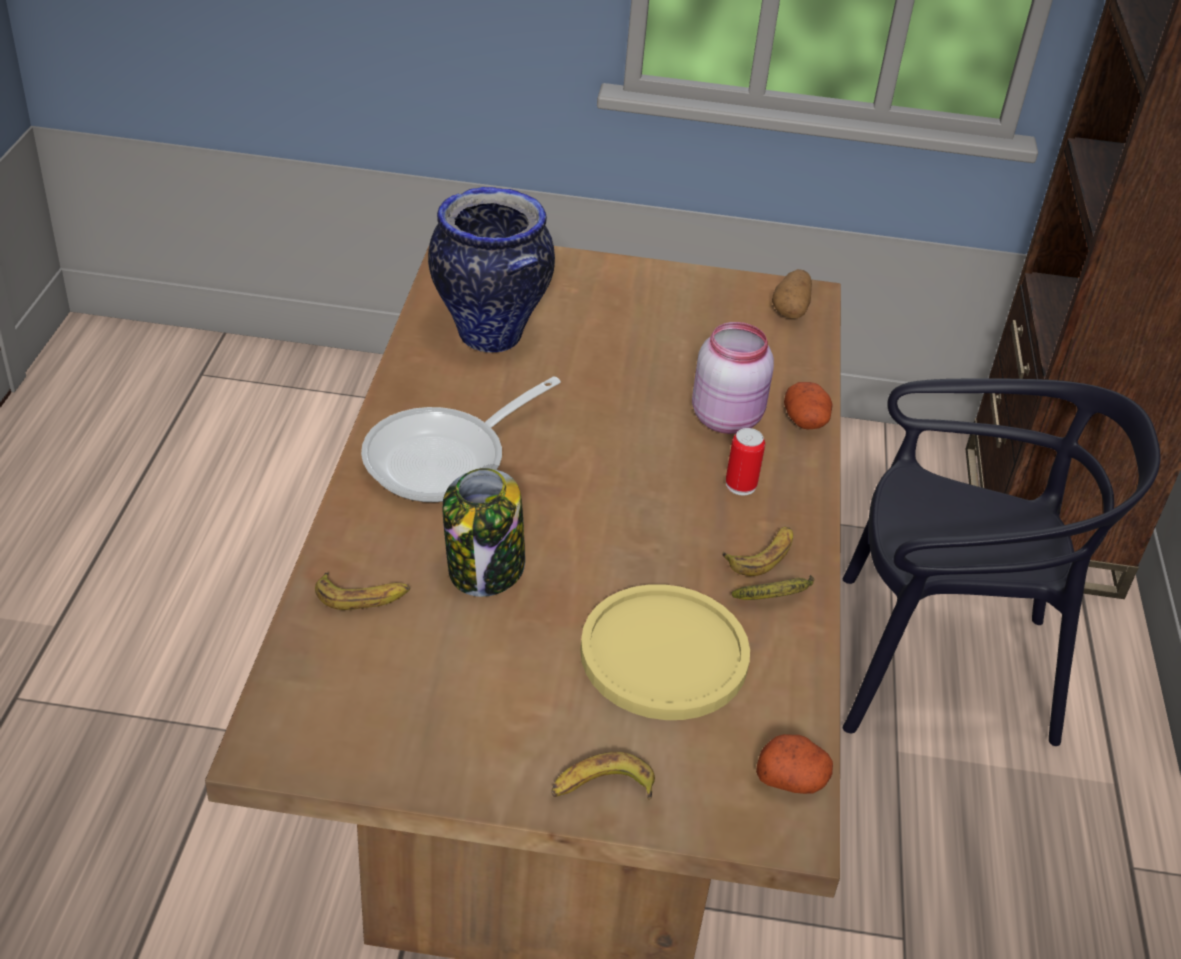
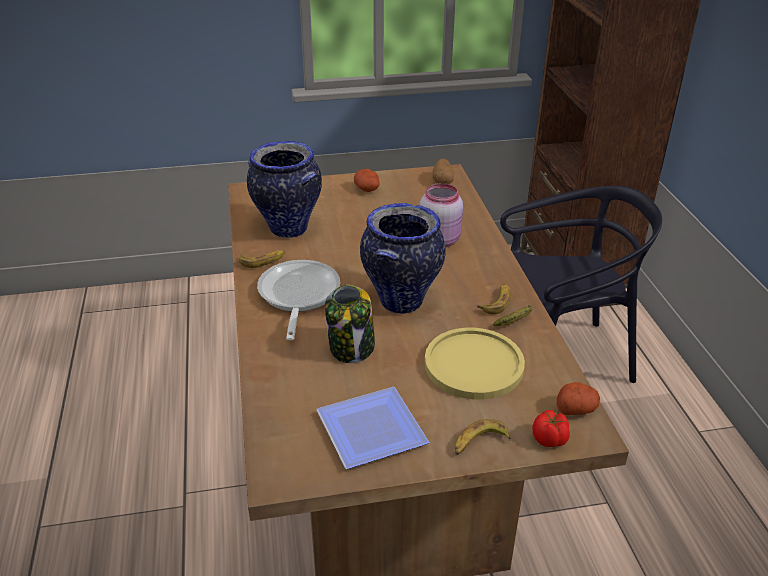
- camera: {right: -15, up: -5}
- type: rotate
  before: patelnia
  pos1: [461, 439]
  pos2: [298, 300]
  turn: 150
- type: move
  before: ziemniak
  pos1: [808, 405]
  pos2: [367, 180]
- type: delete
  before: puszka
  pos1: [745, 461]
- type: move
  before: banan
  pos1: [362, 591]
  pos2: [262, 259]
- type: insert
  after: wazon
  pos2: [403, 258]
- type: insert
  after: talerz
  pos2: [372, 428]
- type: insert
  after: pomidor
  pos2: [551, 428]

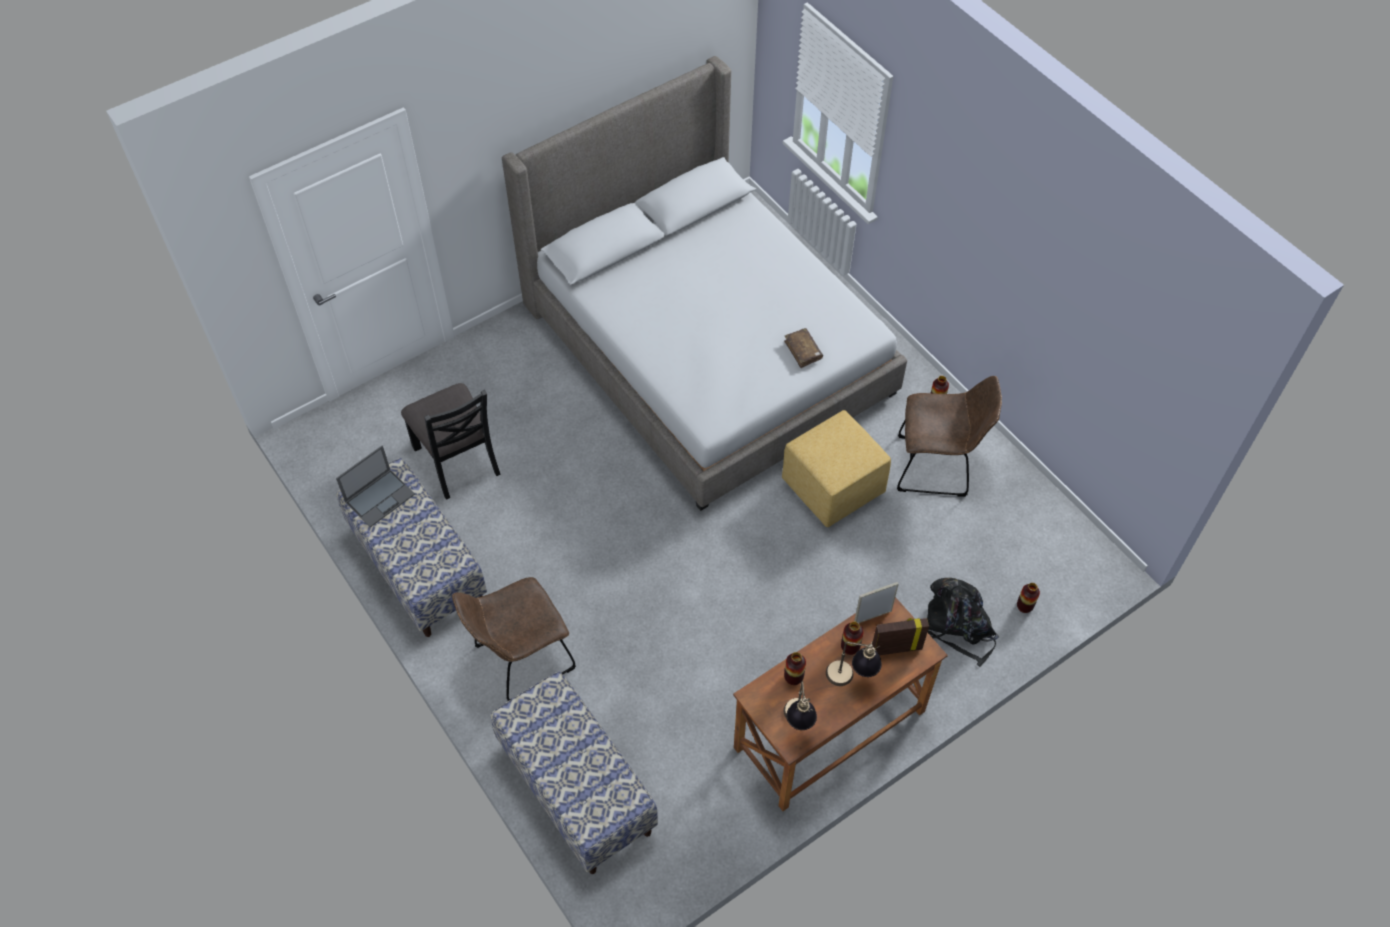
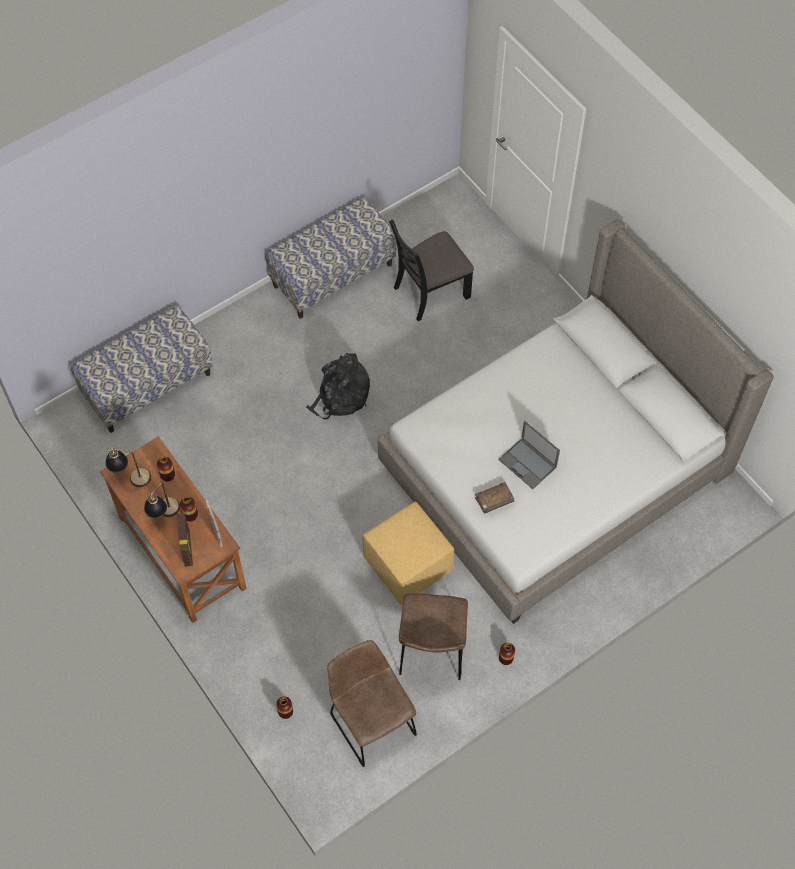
- camera: {right: 90, up: 5}
- type: move
  before: laptop
  pos1: [375, 486]
  pos2: [529, 455]
- type: move
  before: krzesło (brązowy)
  pos1: [514, 639]
  pos2: [372, 703]
- type: move
  before: plecak (czarny)
  pos1: [963, 622]
  pos2: [338, 386]

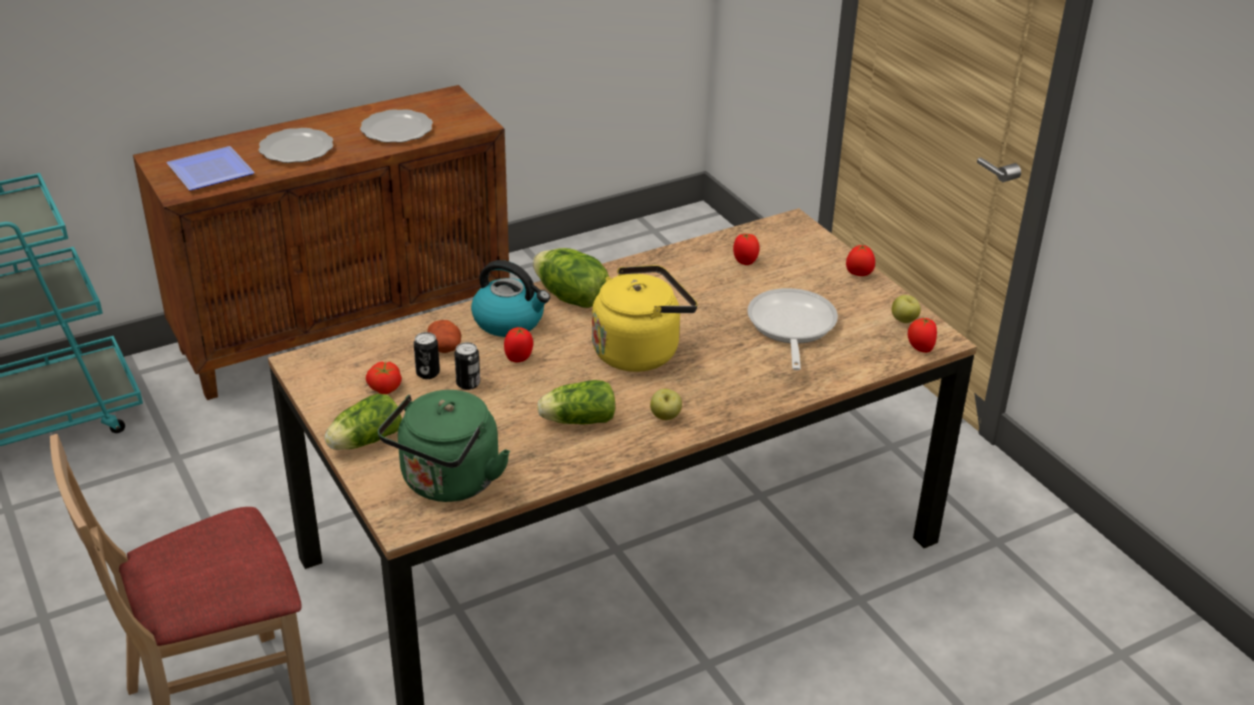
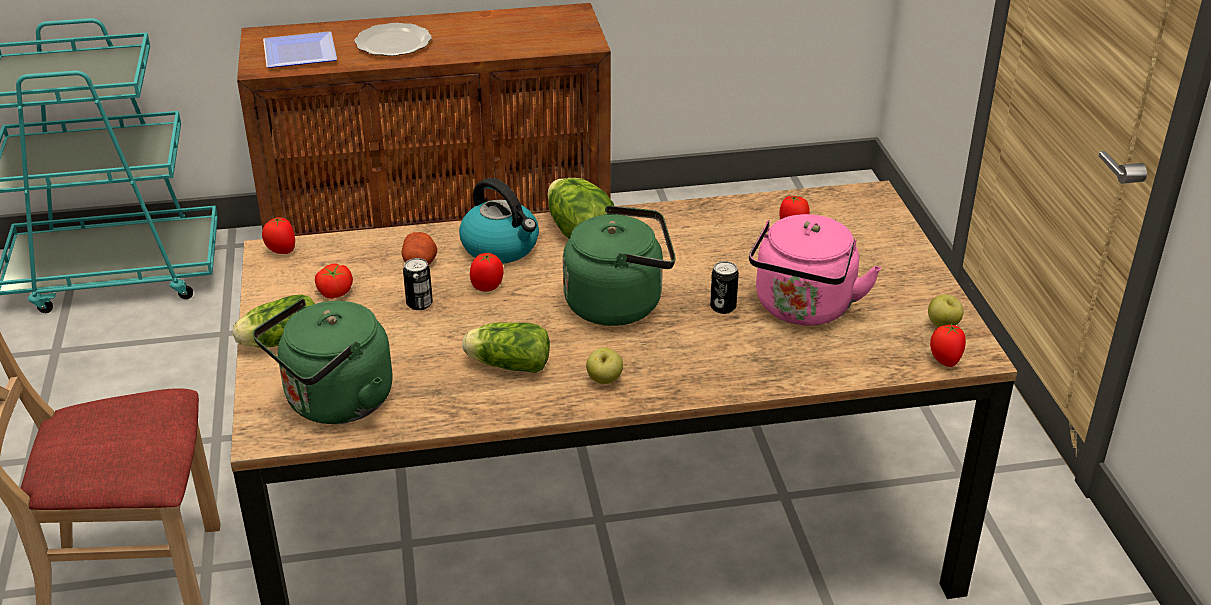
- camera: {right: 20, up: 0}
- type: delete
  before: talerz
  pos1: [396, 126]
- type: move
  before: pomidor
  pos1: [860, 260]
  pos2: [278, 235]
- type: recolor
  before: czajnik (żółty)
  after: czajnik (zielony)
  pos1: [645, 318]
  pos2: [619, 265]
- type: replace
  before: patelnia
  after: czajnik (różowy)
  pos1: [792, 329]
  pos2: [815, 269]
- type: move
  before: puszka
  pos1: [427, 355]
  pos2: [724, 287]

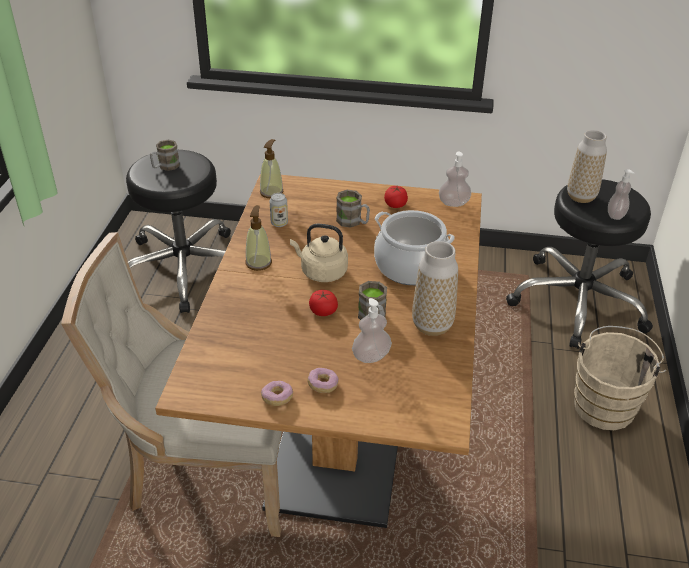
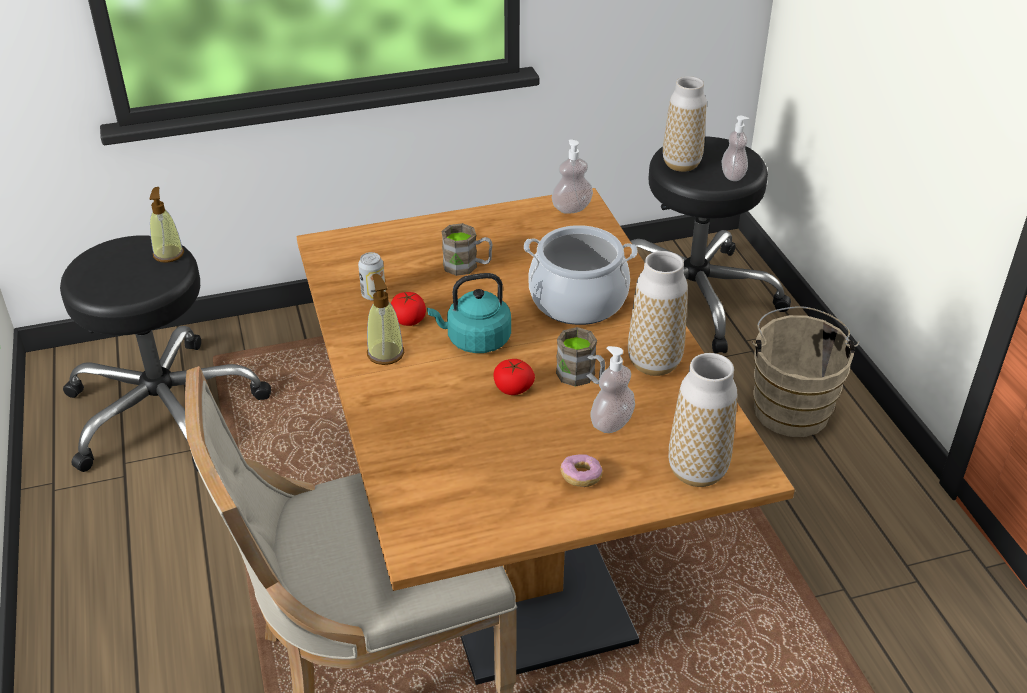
- camera: {right: -25, up: 0}
- type: move
  before: dozownik mydła
  pos1: [271, 168]
  pos2: [167, 225]
- type: delete
  before: kubek (brązowy)
  pos1: [165, 155]
- type: move
  before: pomidor
  pos1: [396, 197]
  pos2: [408, 309]
- type: recolor
  before: czajnik (beżowy)
  after: czajnik (turkusowy)
  pos1: [319, 253]
  pos2: [469, 313]
- type: delete
  before: donut
  pos1: [277, 393]
- type: insert
  after: wazon
  pos2: [702, 420]

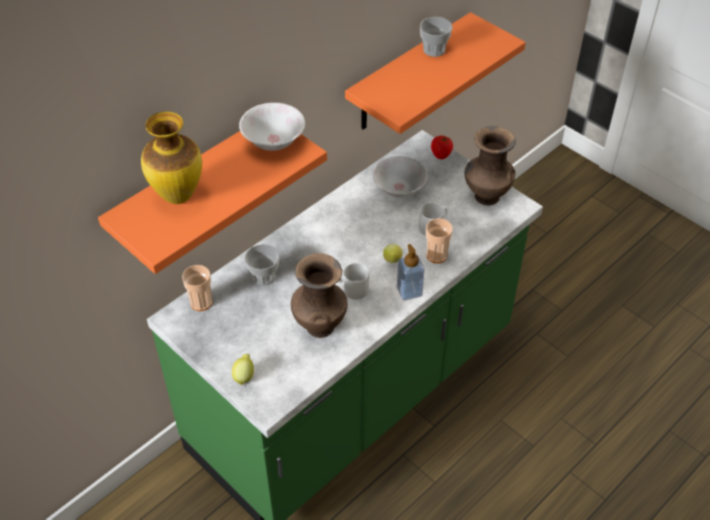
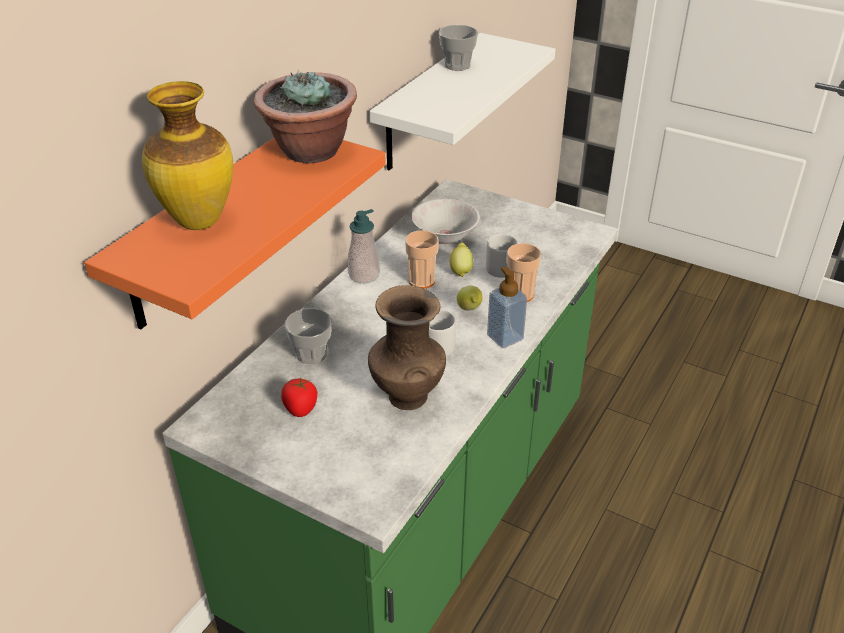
- camera: {right: -15, up: -10}
- type: recolor
  before: półka (pomarańczowy)
  after: półka (biały)
  pos1: [435, 73]
  pos2: [462, 101]
- type: replace
  before: miska (biały)
  after: roślina doniczkowa
  pos1: [272, 127]
  pos2: [305, 116]
- type: delete
  before: wazon (brązowy)
  pos1: [490, 165]
- type: move
  before: pomidor
  pos1: [442, 147]
  pos2: [299, 397]
- type: move
  before: filiżanka
  pos1: [197, 288]
  pos2: [422, 259]
- type: move
  before: cytryna
  pos1: [243, 369]
  pos2: [461, 260]
- type: insert
  after: dozownik mydła
  pos2: [364, 246]

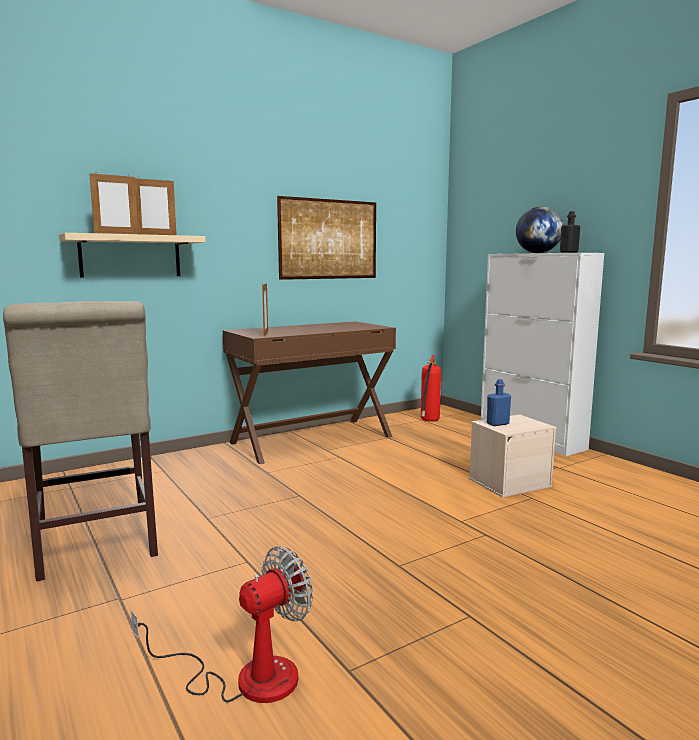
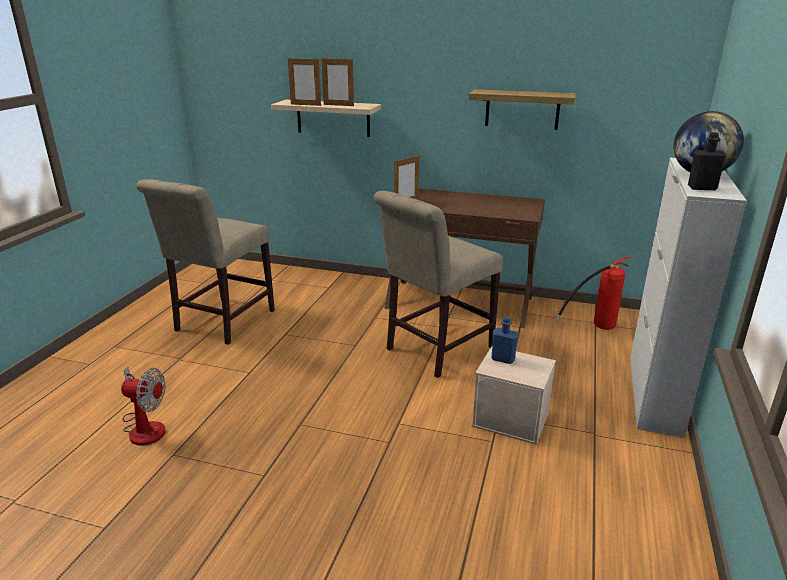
- camera: {right: 50, up: 15}
- type: replace
  before: obraz
  after: półka
  pos1: [326, 238]
  pos2: [522, 109]
- type: insert
  after: krzesło (beżowy)
  pos2: [438, 284]

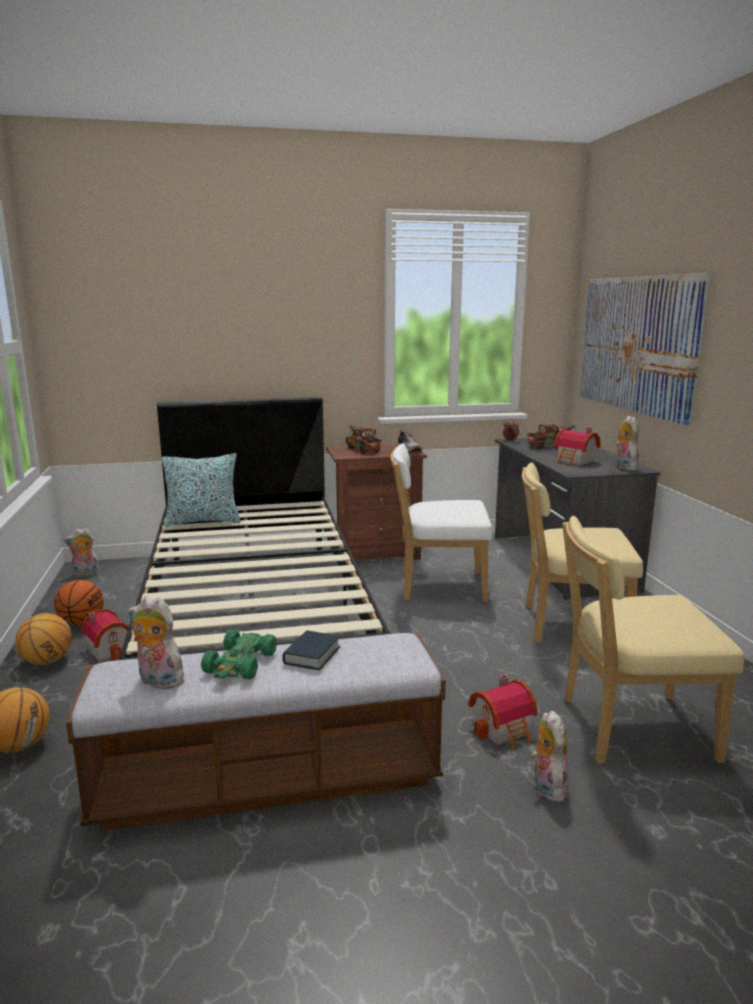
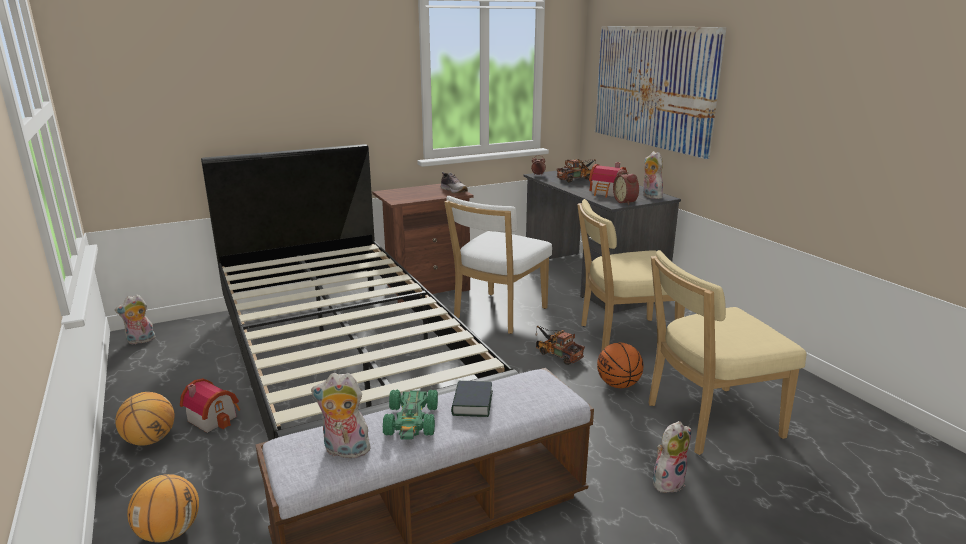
- camera: {right: -15, up: 5}
- type: move
  before: ciężarówka zabawkowa
  pos1: [363, 440]
  pos2: [560, 345]
- type: rotate
  before: krzesło (biały)
  pos1: [441, 523]
  pos2: [498, 265]
  turn: -45
- type: delete
  before: poduszka
  pos1: [201, 490]
- type: move
  before: piłka do koszykówki
  pos1: [79, 603]
  pos2: [620, 365]
- type: delete
  before: domek
  pos1: [503, 712]
- type: rotate
  before: pluszak
  pos1: [550, 756]
  pos2: [672, 457]
  turn: 75
- type: insert
  after: budzik
  pos2: [626, 187]

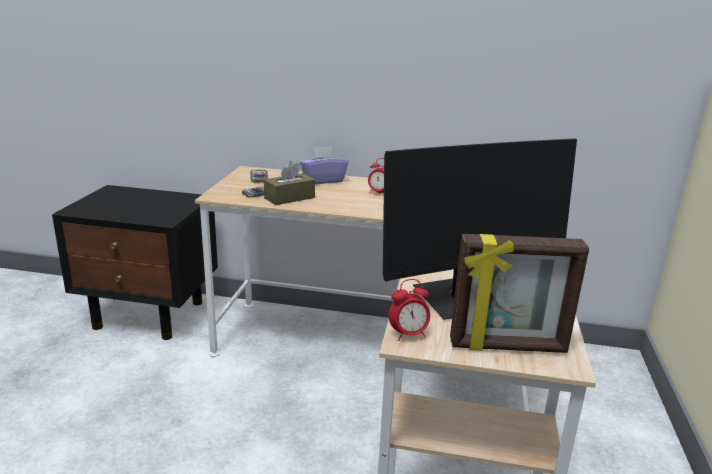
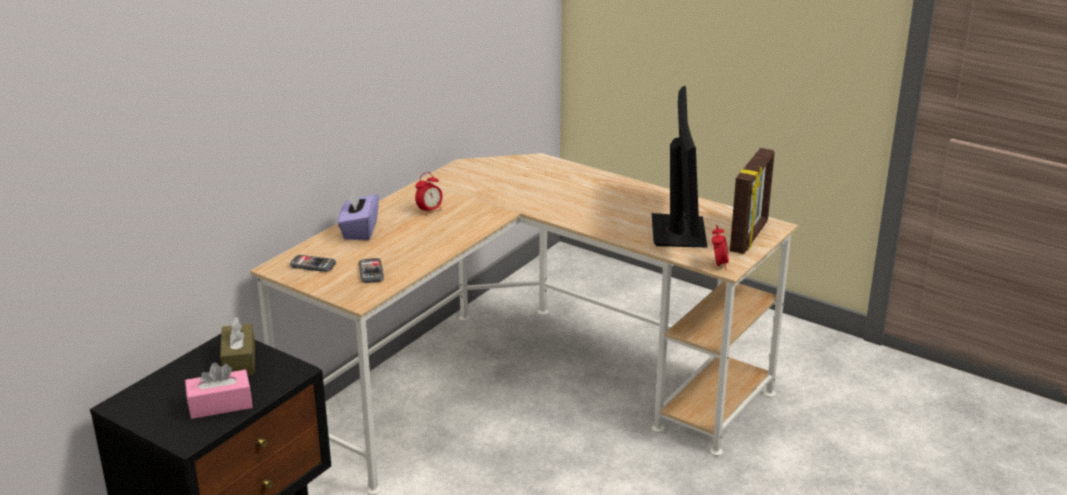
- camera: {right: -65, up: 5}
- type: move
  before: pudełko chusteczek (brązowy)
  pos1: [289, 183]
  pos2: [237, 346]
- type: insert
  after: pudełko chusteczek (różowy)
  pos2: [219, 391]

